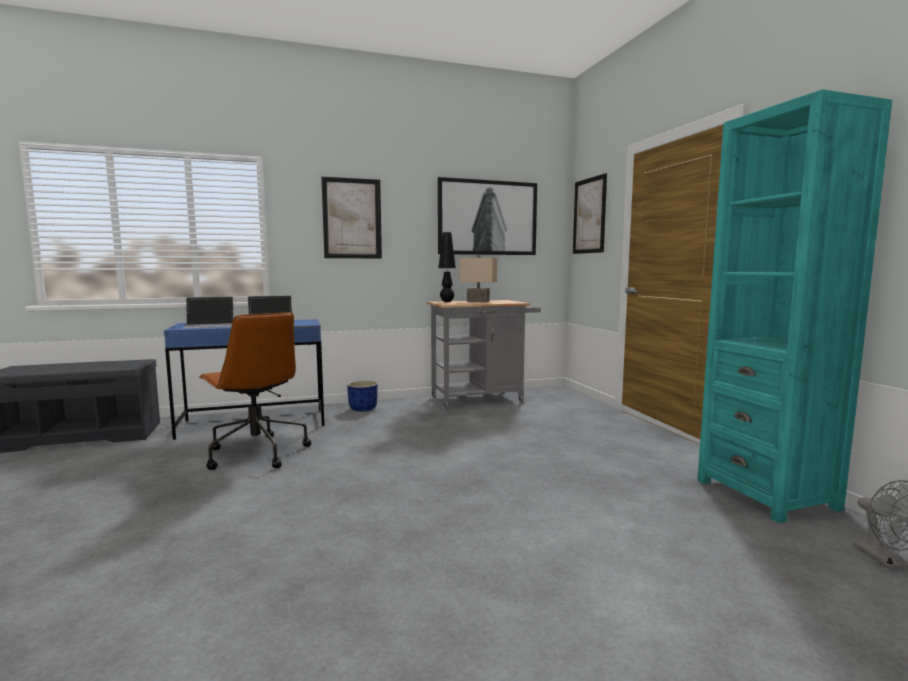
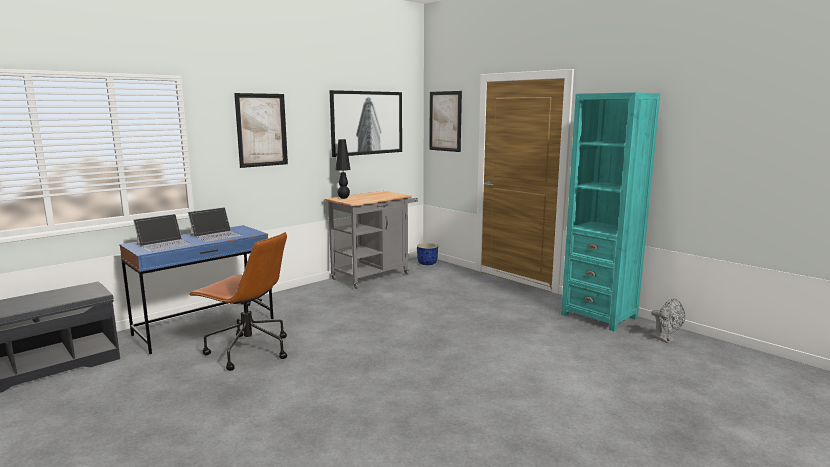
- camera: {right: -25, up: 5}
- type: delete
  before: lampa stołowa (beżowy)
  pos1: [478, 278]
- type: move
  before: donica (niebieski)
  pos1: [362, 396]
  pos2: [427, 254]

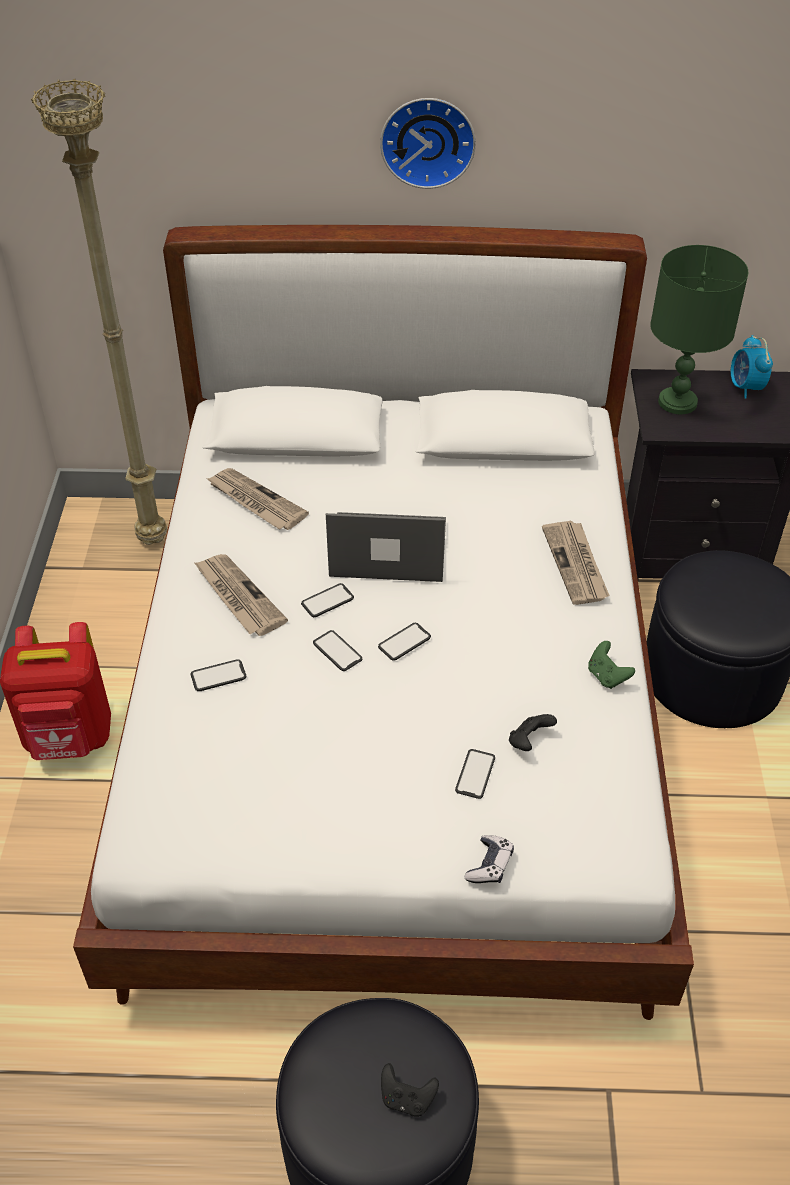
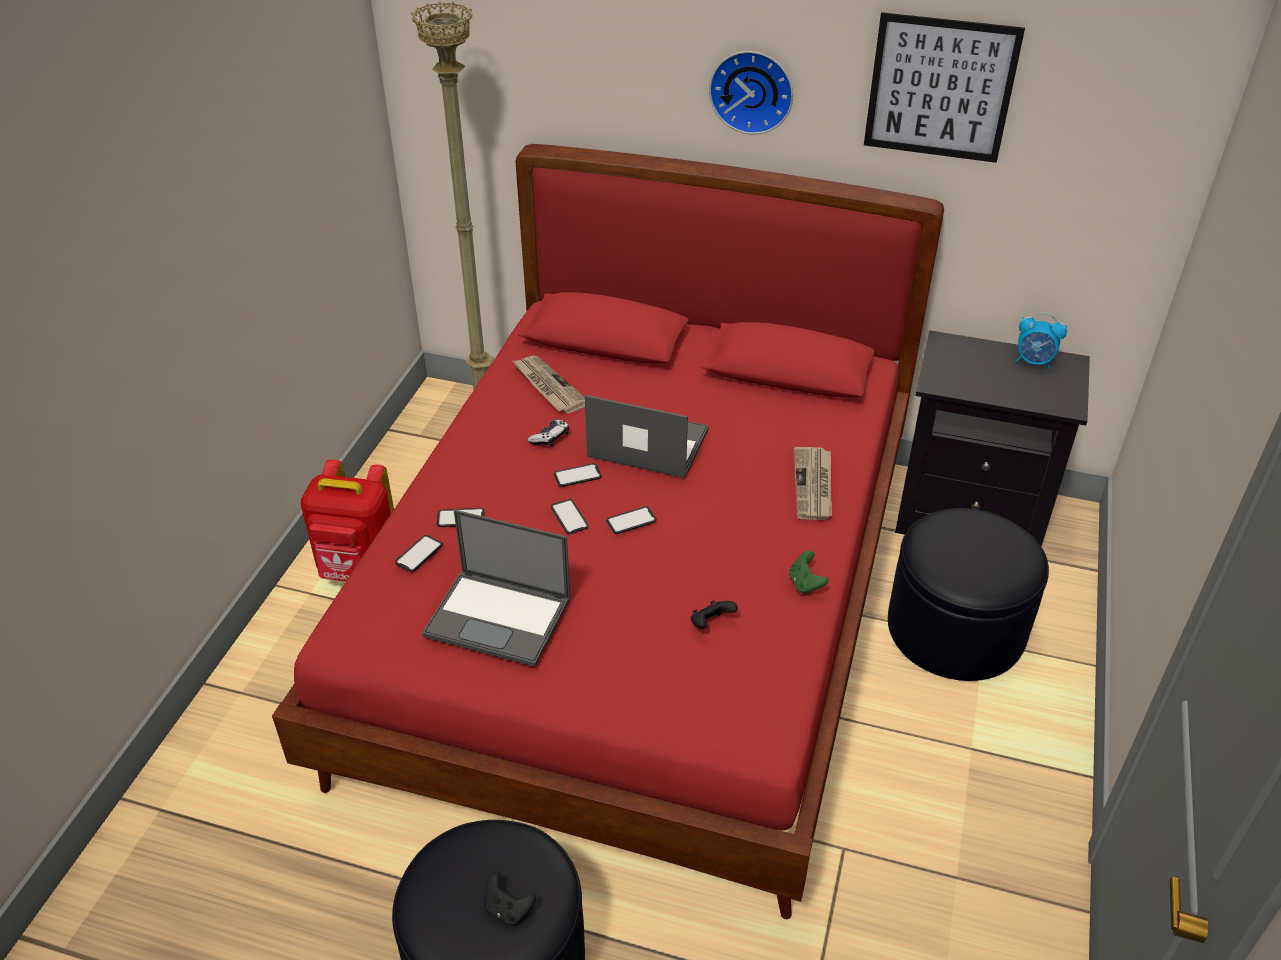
- camera: {right: 15, up: -5}
- type: recolor
  before: łóżko (biały)
  after: łóżko (czerwony)
  pos1: [383, 622]
  pos2: [608, 531]
- type: delete
  before: lampa stołowa (zielony)
  pos1: [699, 329]
- type: rotate
  before: budzik
  pos1: [752, 367]
  pos2: [1041, 341]
  turn: -75
- type: delete
  before: gazeta
  pos1: [241, 595]
- type: move
  before: telefon
  pos1: [475, 774]
  pos2: [419, 553]
- type: move
  before: pad do gier
  pos1: [489, 859]
  pos2: [548, 433]
- type: insert
  after: obraz
  pos2: [944, 87]
- type: insert
  after: laptop
  pos2: [496, 588]

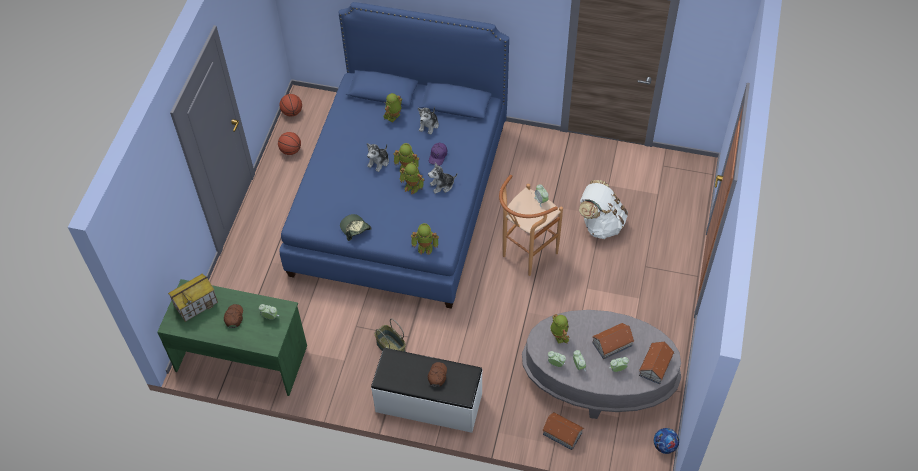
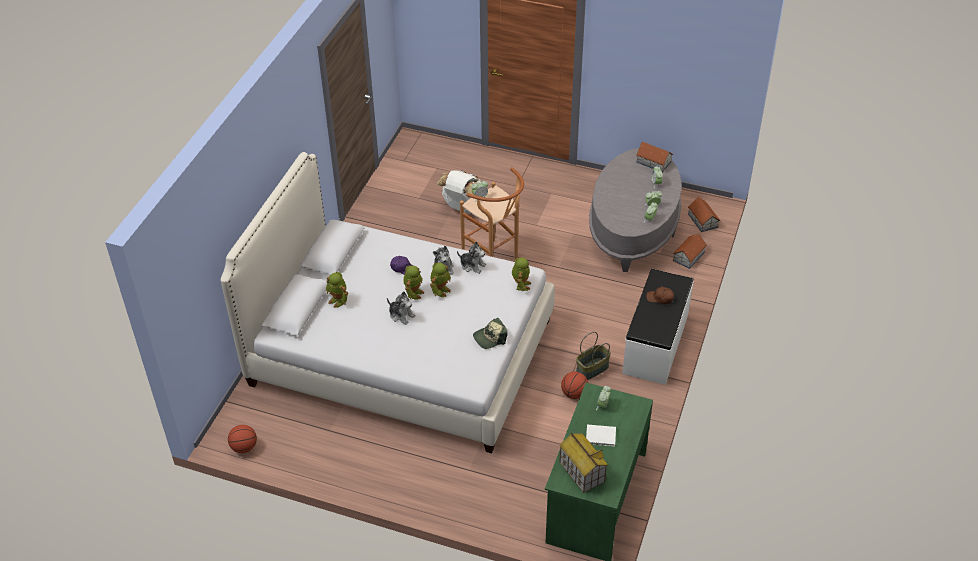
- camera: {right: -85, up: -10}
- type: recolor
  before: łóżko (niebieski)
  after: łóżko (biały)
  pos1: [394, 155]
  pos2: [388, 303]
- type: move
  before: pluszak
  pos1: [428, 120]
  pos2: [471, 257]
- type: move
  before: piłka do koszykówki
  pos1: [289, 143]
  pos2: [574, 385]
- type: replace
  before: czapka z daszkiem (brązowy)
  after: książka (biały)
  pos1: [233, 316]
  pos2: [601, 436]
- type: delete
  before: robot zabawkowy
  pos1: [560, 329]
- type: move
  before: domek
  pos1: [613, 341]
  pos2: [704, 214]
- type: delete
  before: piłka futbolowa
  pos1: [666, 441]

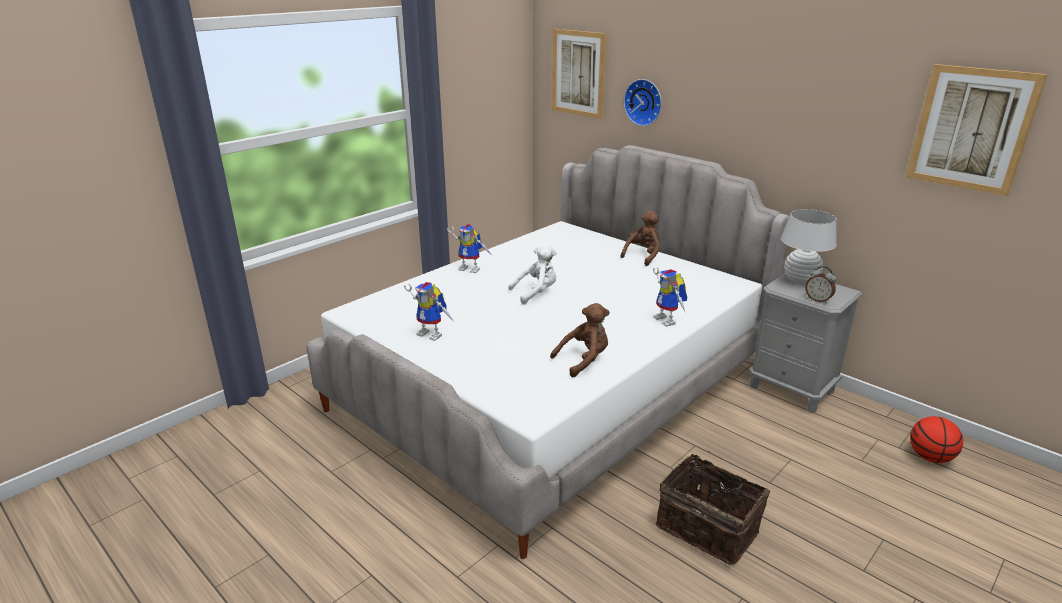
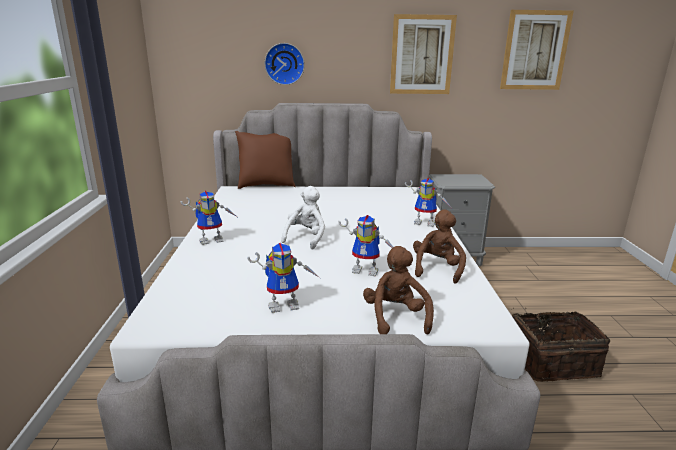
- camera: {right: -45, up: -5}
- type: move
  before: obraz
  pos1: [579, 74]
  pos2: [423, 54]
- type: delete
  before: lampa stołowa (biały)
  pos1: [809, 247]
- type: move
  before: pluszak (brązowy)
  pos1: [640, 238]
  pos2: [398, 290]
- type: delete
  before: budzik
  pos1: [820, 284]
- type: delete
  before: piłka do koszykówki
  pos1: [936, 439]
- type: insert
  after: poduszka (brązowy)
  pos2: [265, 160]
- type: insert
  after: robot zabawkowy
  pos2: [365, 245]

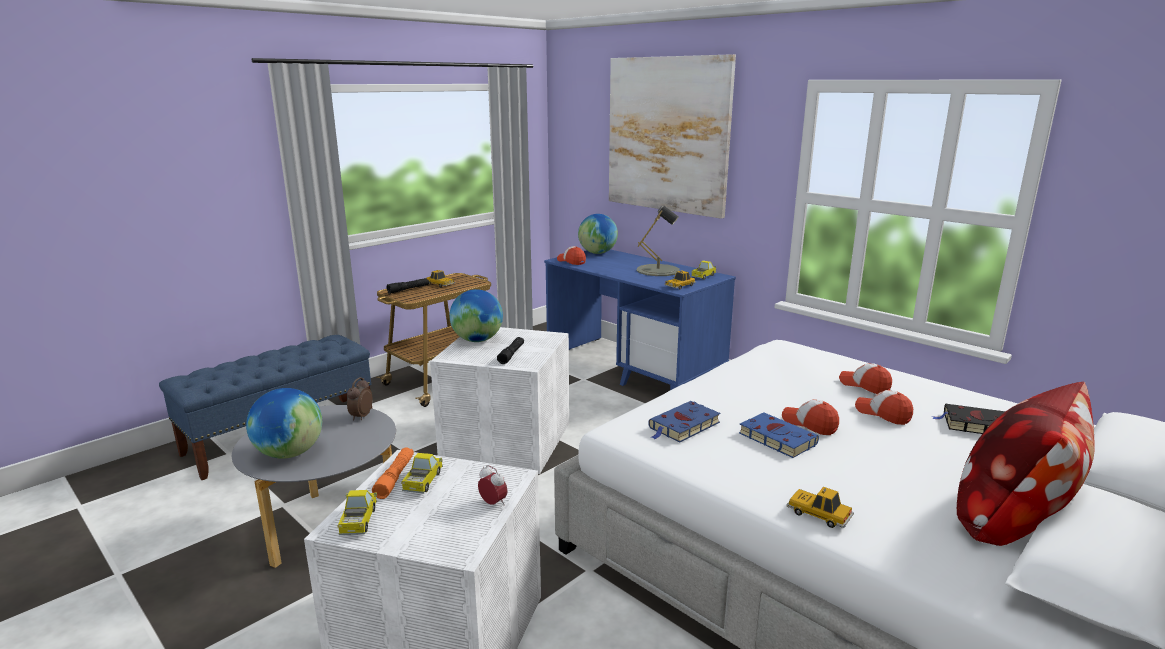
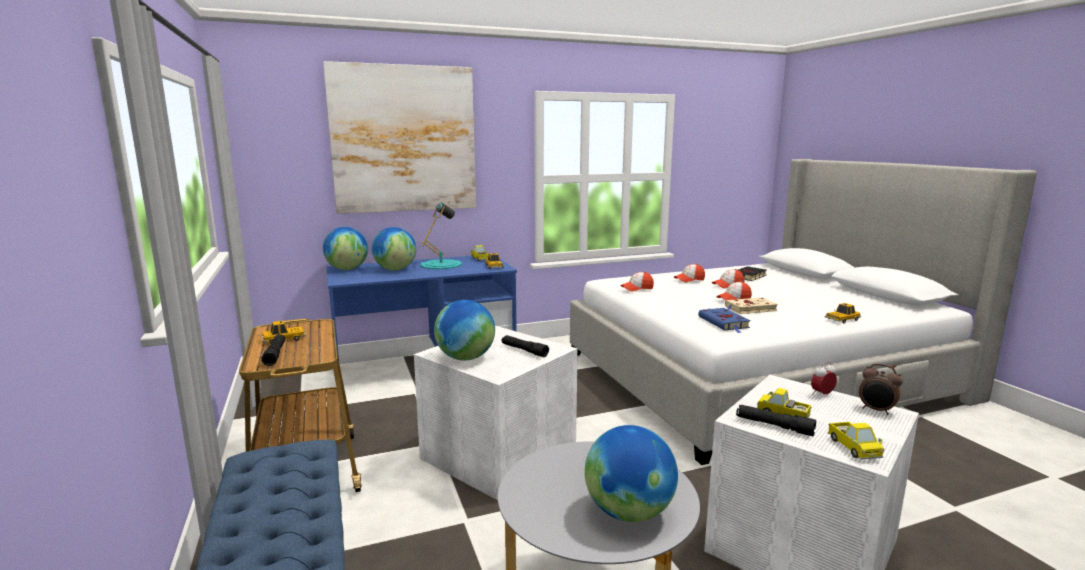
- camera: {right: -65, up: -5}
- type: recolor
  before: lampa stołowa (szary)
  after: lampa stołowa (turkusowy)
  pos1: [658, 241]
  pos2: [441, 236]
- type: move
  before: czapka z daszkiem
  pos1: [571, 255]
  pos2: [637, 282]
- type: move
  before: budzik
  pos1: [360, 398]
  pos2: [881, 389]
- type: delete
  before: poduszka
  pos1: [1025, 464]
- type: recolor
  before: książka (niebieski)
  after: książka (beżowy)
  pos1: [779, 435]
  pos2: [751, 305]
- type: recolor
  before: latarka (pomarańczowy)
  after: latarka (czarny)
  pos1: [393, 473]
  pos2: [776, 420]
- type: rotate
  before: ciężarówka zabawkowa
  pos1: [357, 512]
  pos2: [856, 441]
  turn: -120
- type: insert
  after: globus
  pos2: [394, 248]

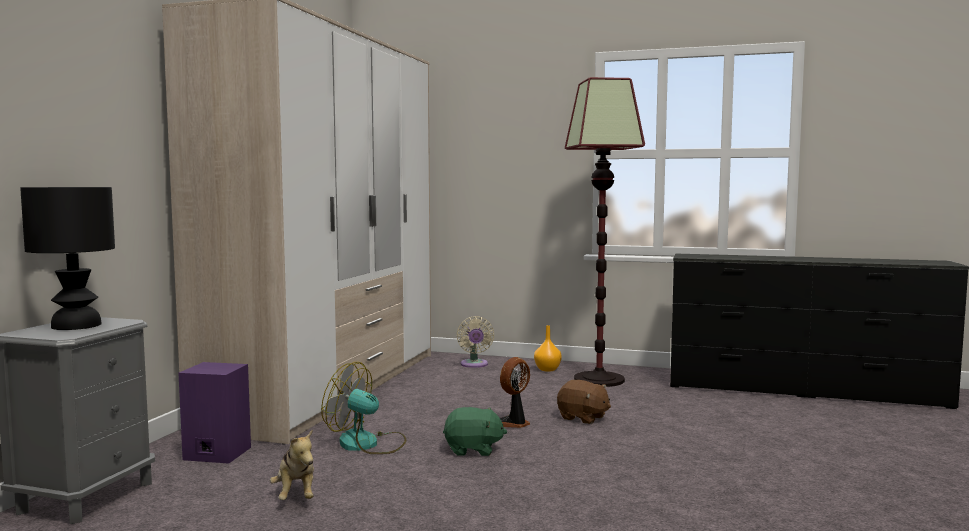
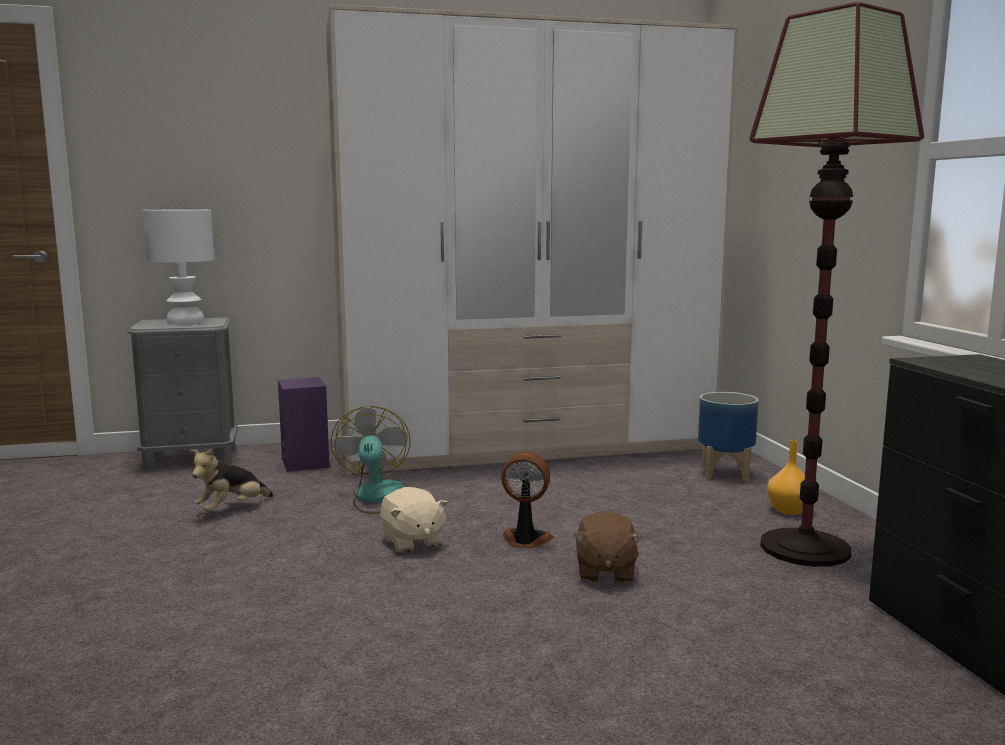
- camera: {right: 60, up: 5}
- type: recolor
  before: lampa stołowa (czarny)
  after: lampa stołowa (biały)
  pos1: [67, 258]
  pos2: [178, 267]
- type: replace
  before: wentylator (beżowy)
  after: donica
  pos1: [475, 342]
  pos2: [728, 436]
- type: recolor
  before: pluszak (zielony)
  after: pluszak (beżowy)
  pos1: [475, 431]
  pos2: [414, 520]

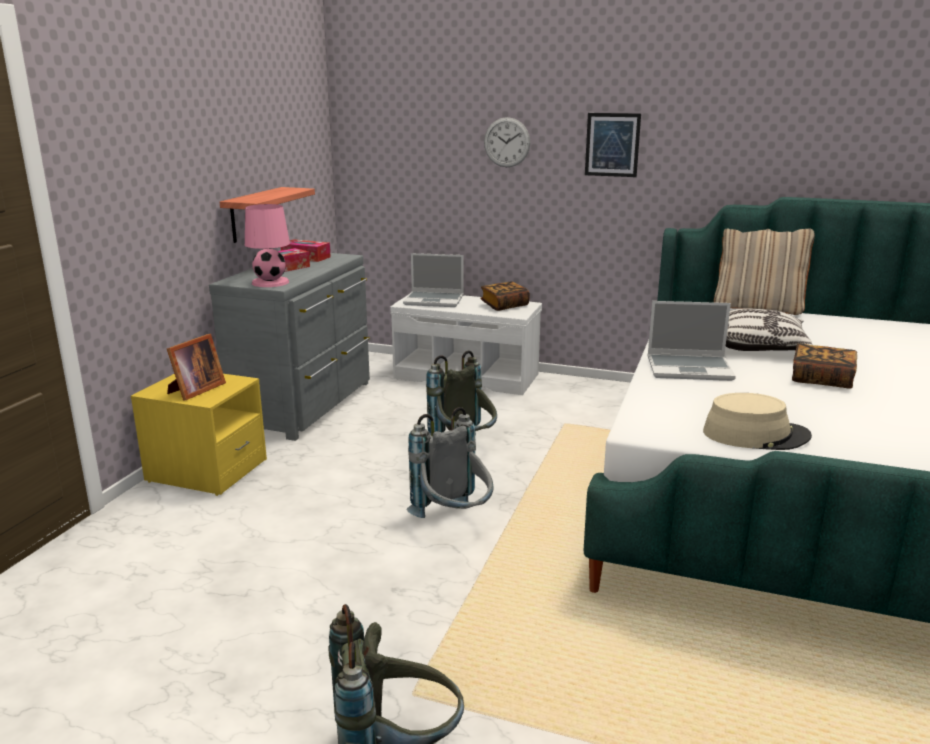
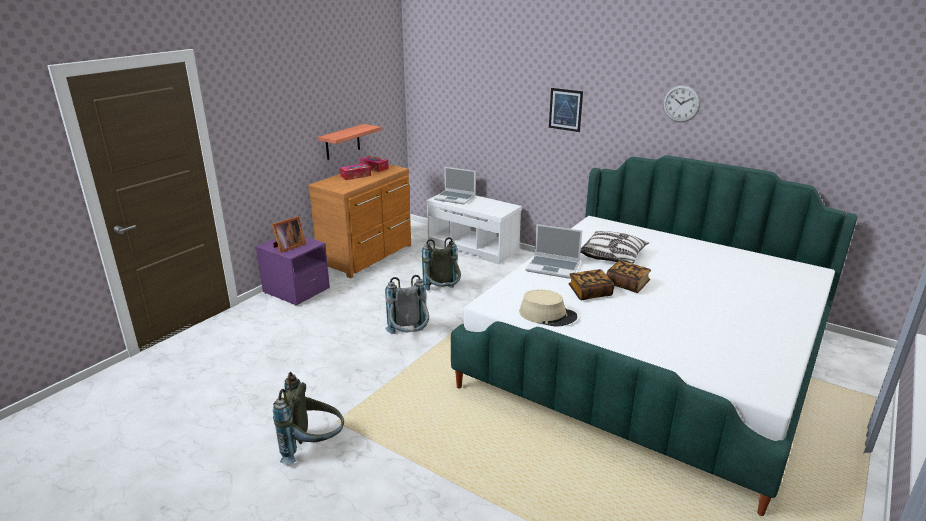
- camera: {right: 15, up: 5}
- type: move
  before: zegar ścienny
  pos1: [507, 142]
  pos2: [682, 103]
- type: delete
  before: lampa stołowa (różowy)
  pos1: [267, 245]
- type: delete
  before: poduszka (beżowy)
  pos1: [764, 271]
- type: recolor
  before: komoda (szary)
  after: komoda (brązowy)
  pos1: [289, 347]
  pos2: [359, 221]
- type: move
  before: książka
  pos1: [505, 296]
  pos2: [591, 284]
- type: recolor
  before: szafka nocna (żółty)
  after: szafka nocna (fioletowy)
  pos1: [199, 435]
  pos2: [293, 271]

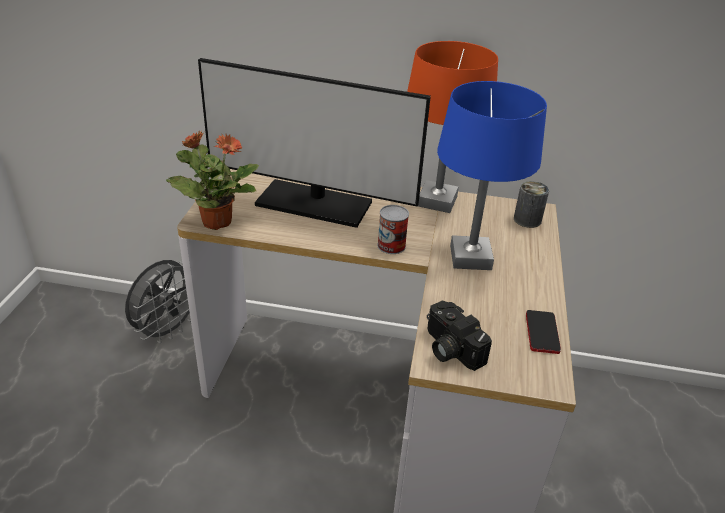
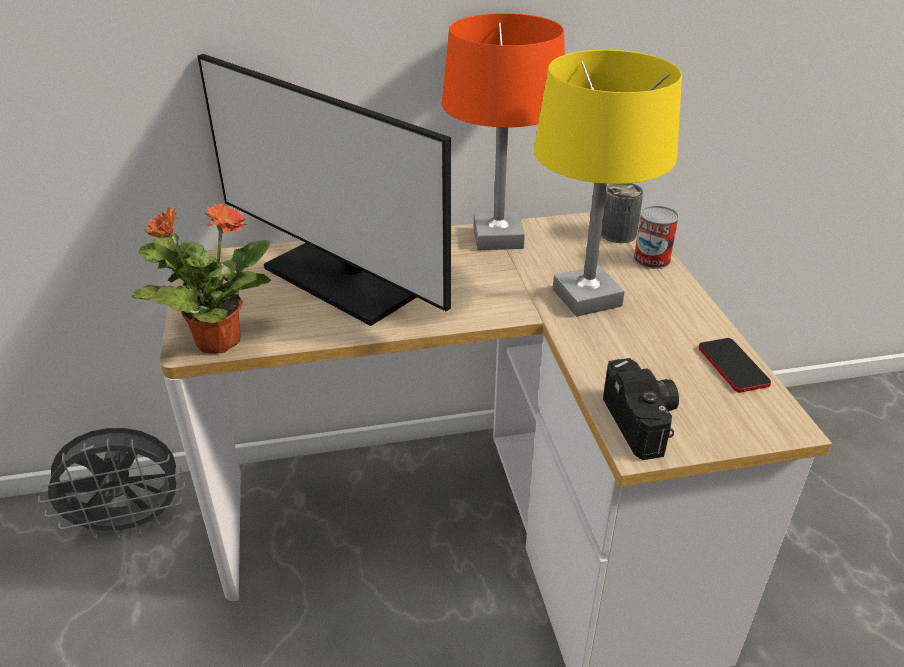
- camera: {right: -20, up: 0}
- type: rotate
  before: monitor
  pos1: [314, 143]
  pos2: [324, 190]
  turn: 45
- type: recolor
  before: lampa stołowa (niebieski)
  after: lampa stołowa (żółty)
  pos1: [492, 175]
  pos2: [608, 183]
- type: move
  before: puszka
  pos1: [393, 229]
  pos2: [656, 237]
- type: rotate
  before: wentylator (szary)
  pos1: [158, 301]
  pos2: [111, 484]
  turn: 60
- type: rotate
  before: aparat fotograficzny
  pos1: [459, 335]
  pos2: [641, 409]
  turn: -135

